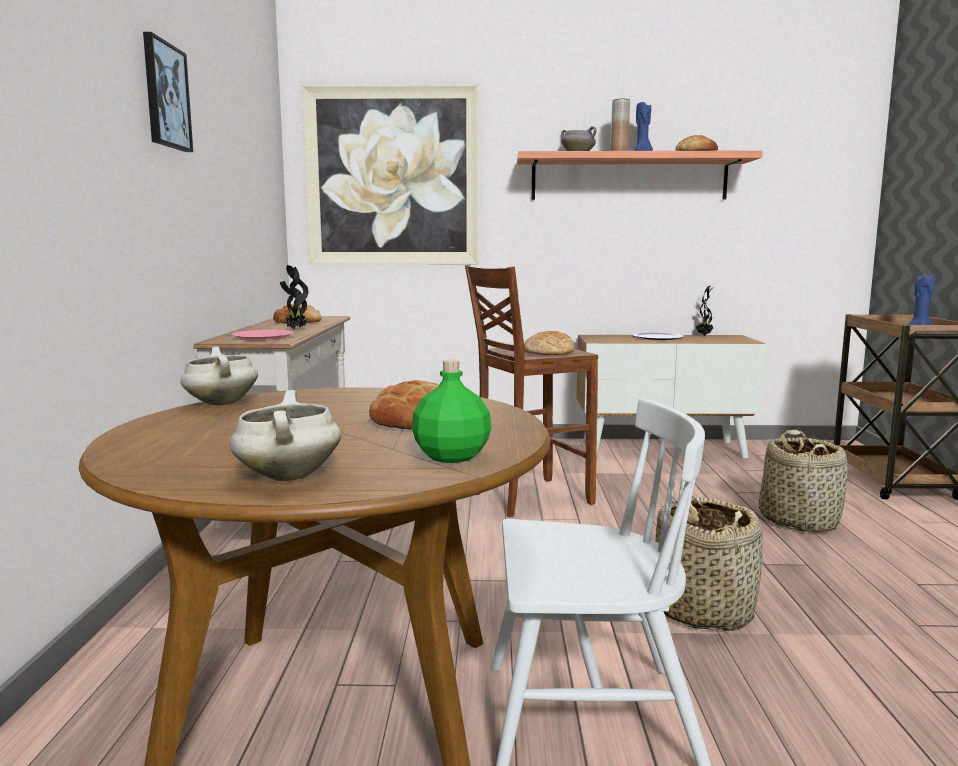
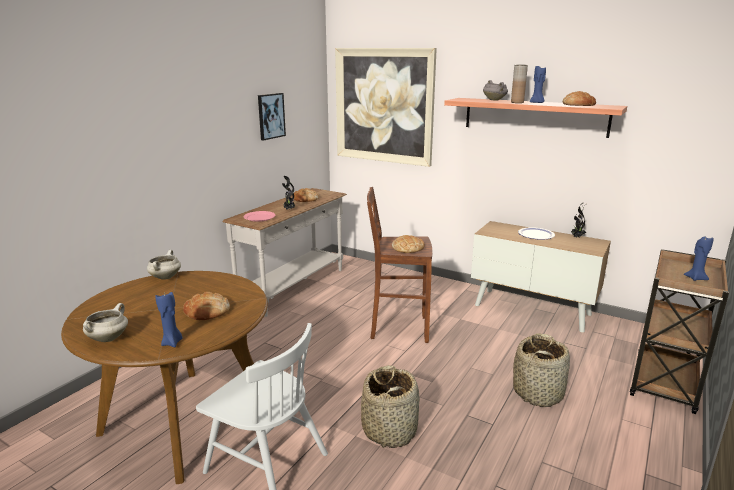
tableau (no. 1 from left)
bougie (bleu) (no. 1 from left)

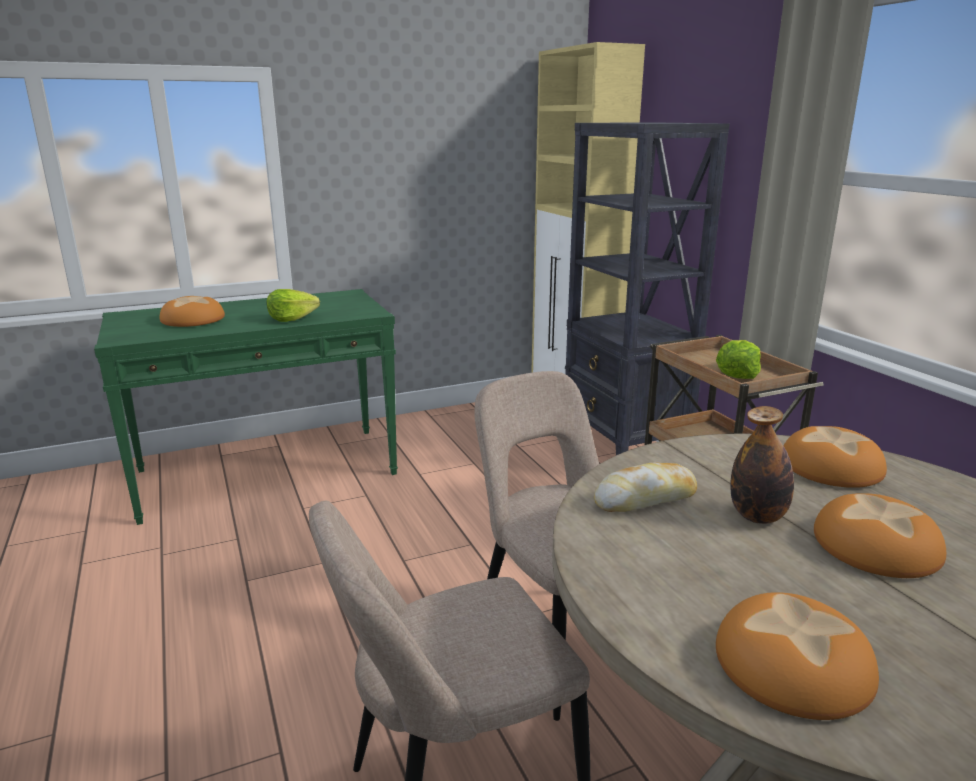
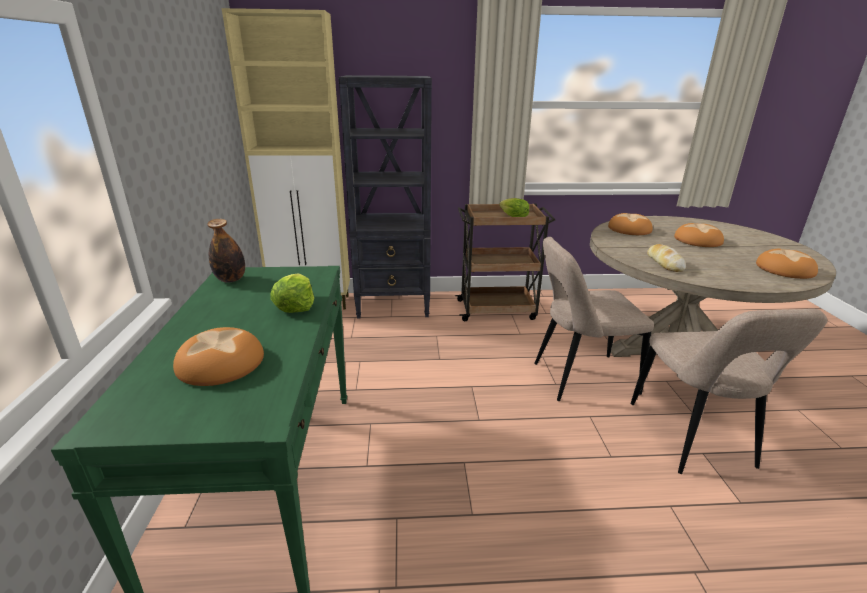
bouteille

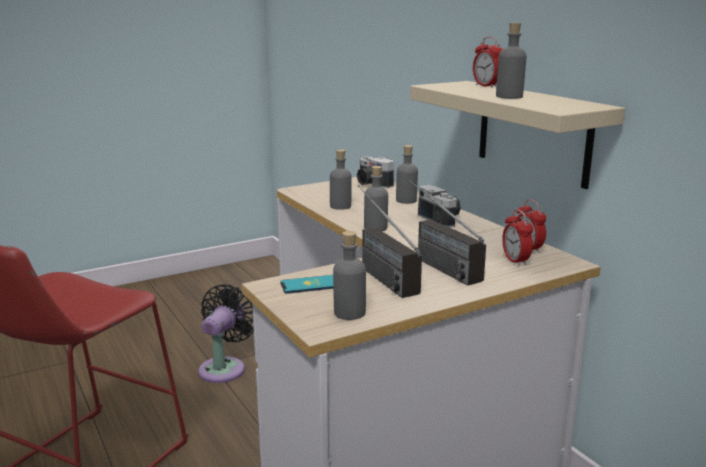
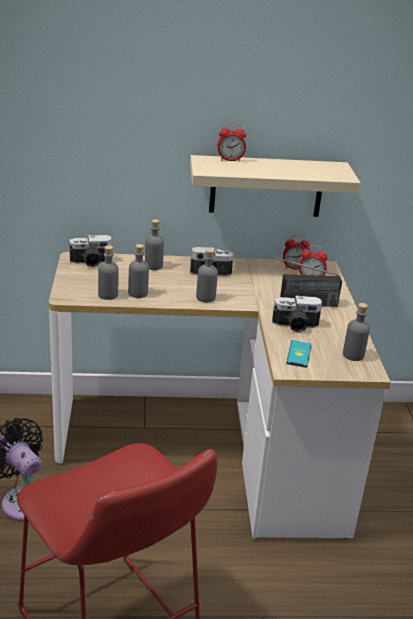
bouteille (gris) (no. 1 from left)
appareil photo (no. 3 from left)

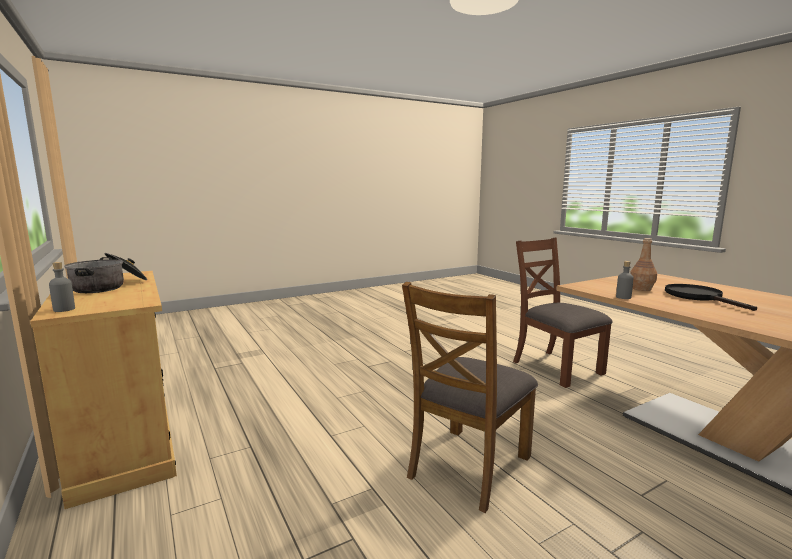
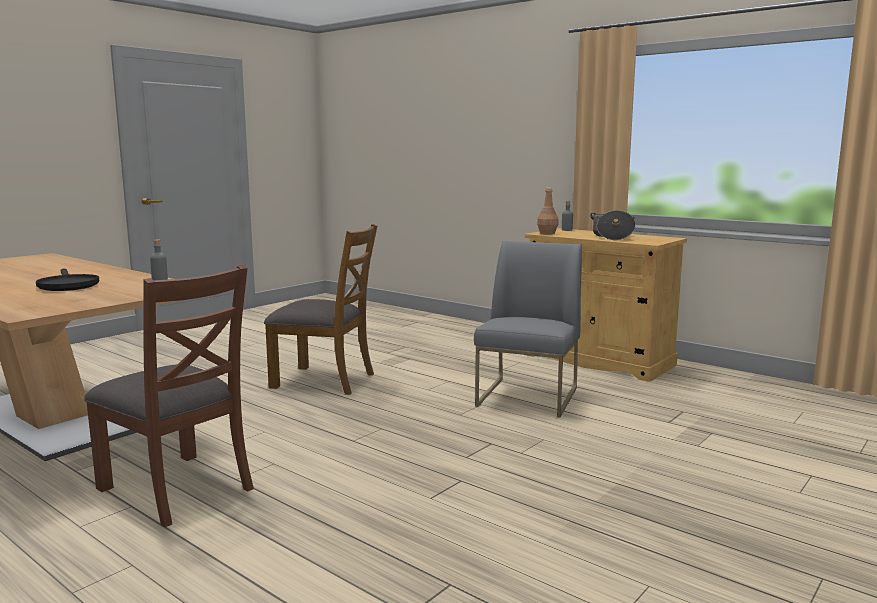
bouteille (marron)
chaise (marron) (no. 2 from left)
chaise (gris)

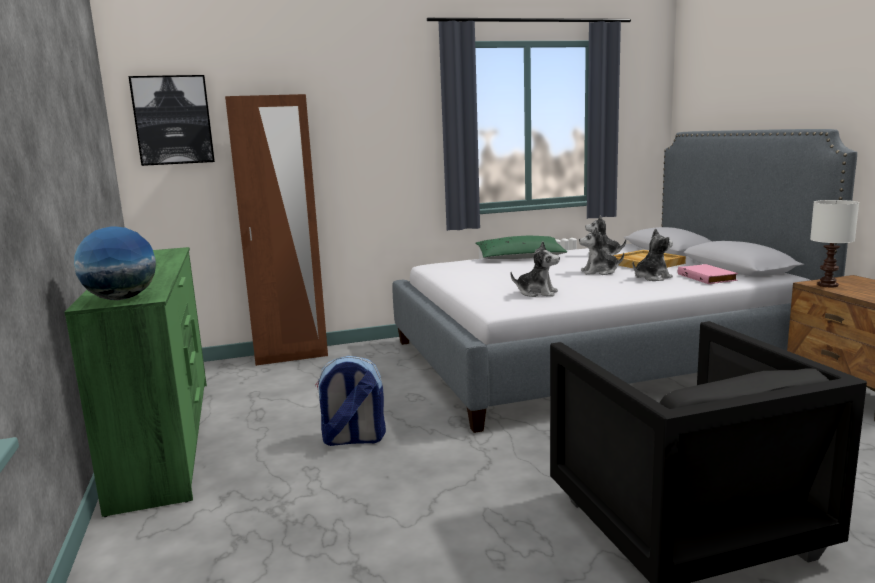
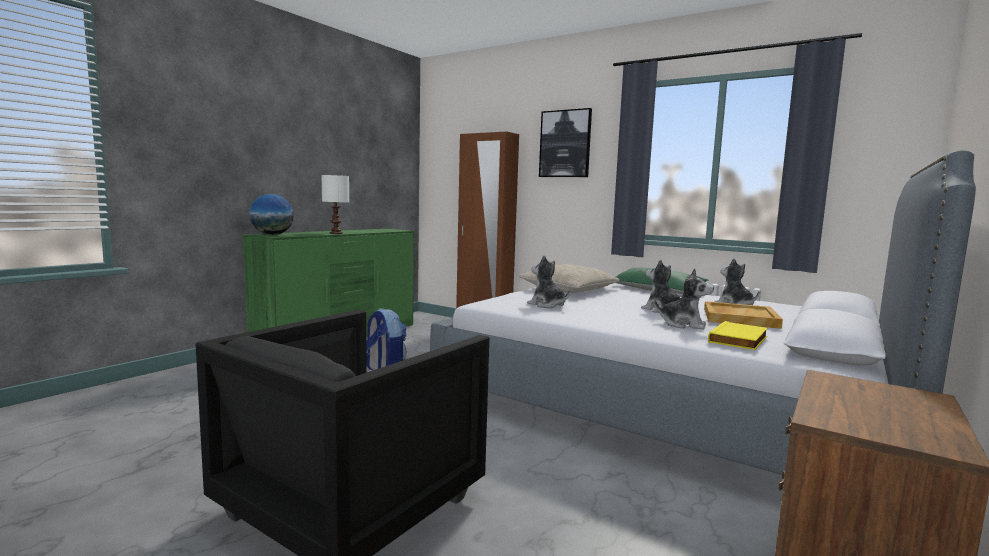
tableau
lampe de table (blanc)
peluche (no. 1 from left)
livre (jaune)
coussin (beige)

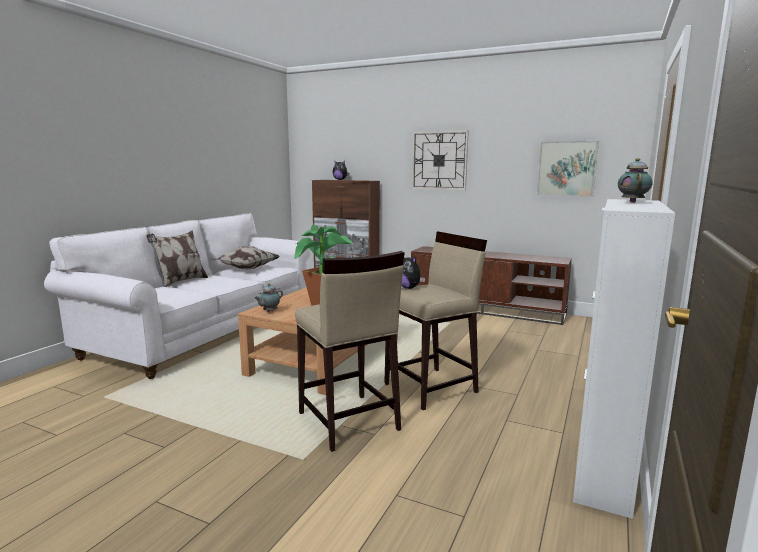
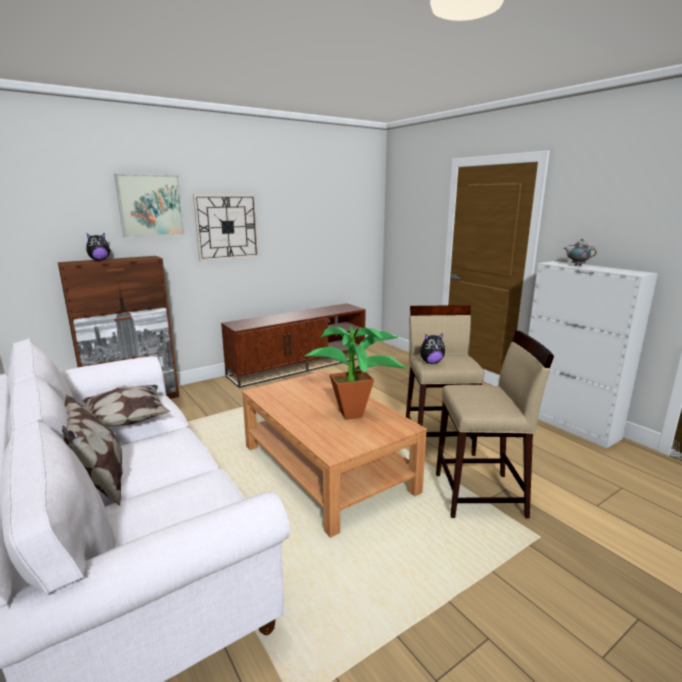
tableau
théière (no. 1 from left in the first image)

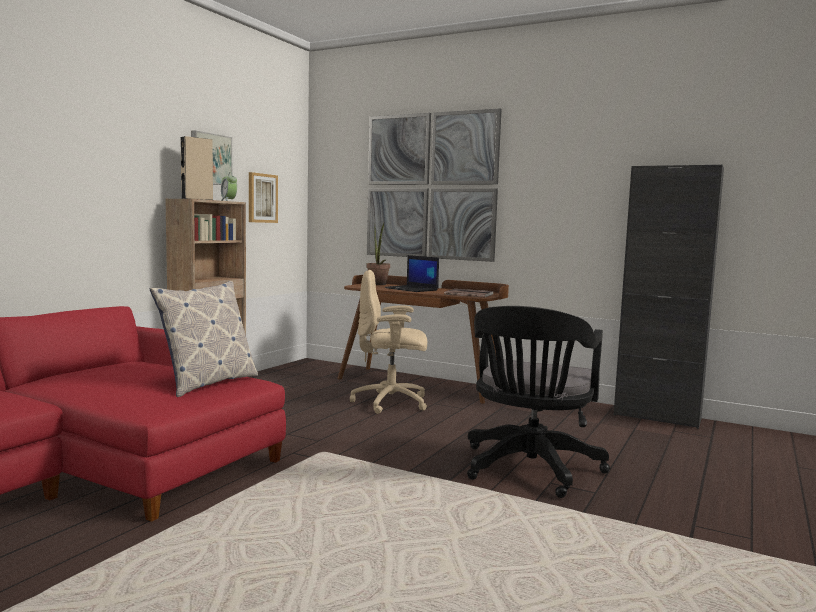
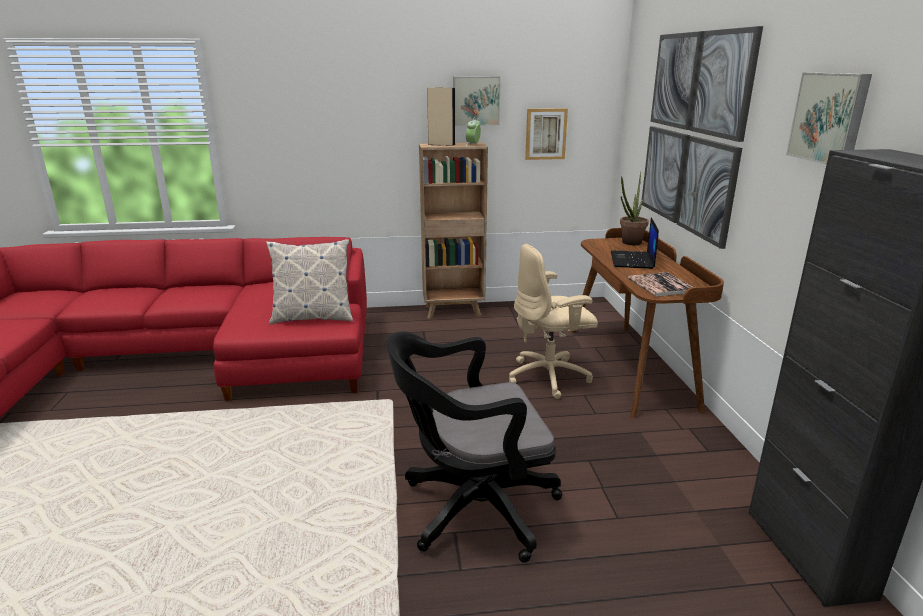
chaise de bureau (beige)
tableau (no. 4 from left)

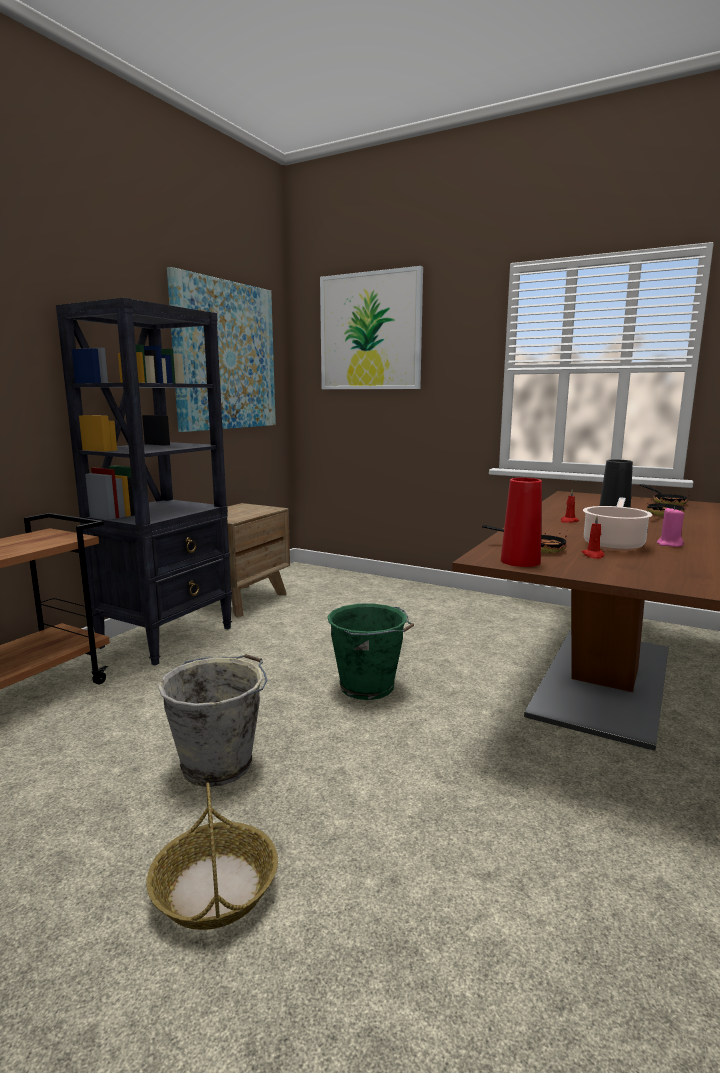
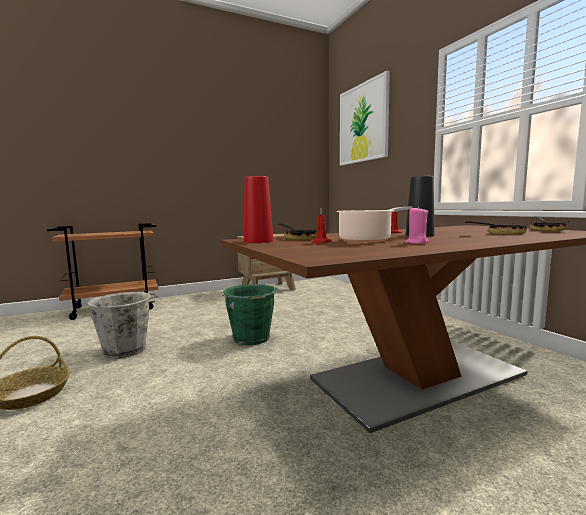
tableau (no. 1 from left in the first image)
bibliothèque (noir)

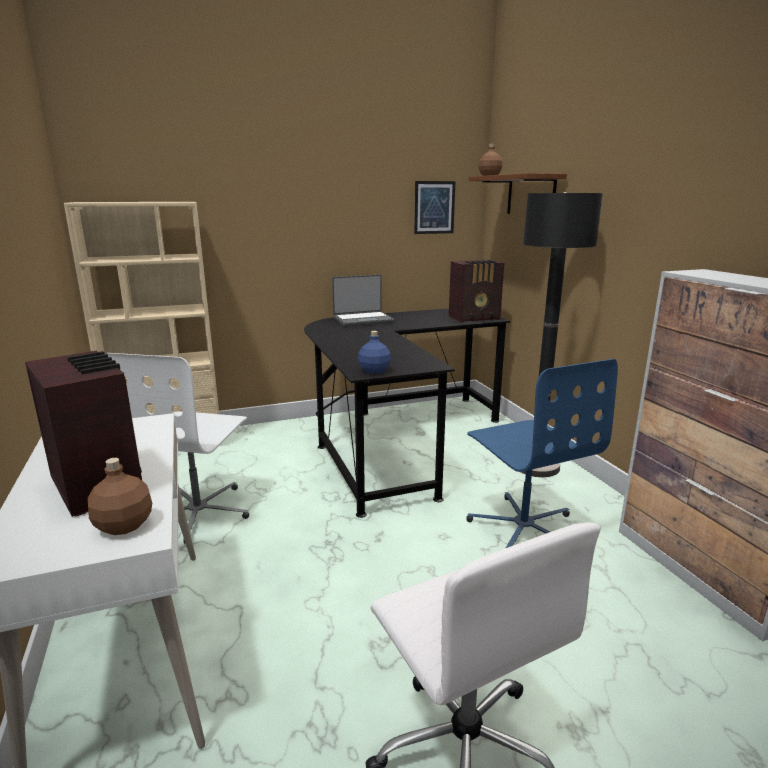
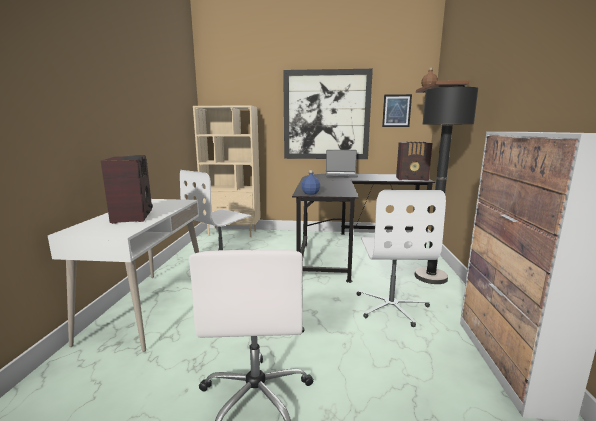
chaise de bureau (blanc) (no. 3 from left)
bouteille (marron) (no. 1 from left in the first image)
tableau (no. 1 from left)

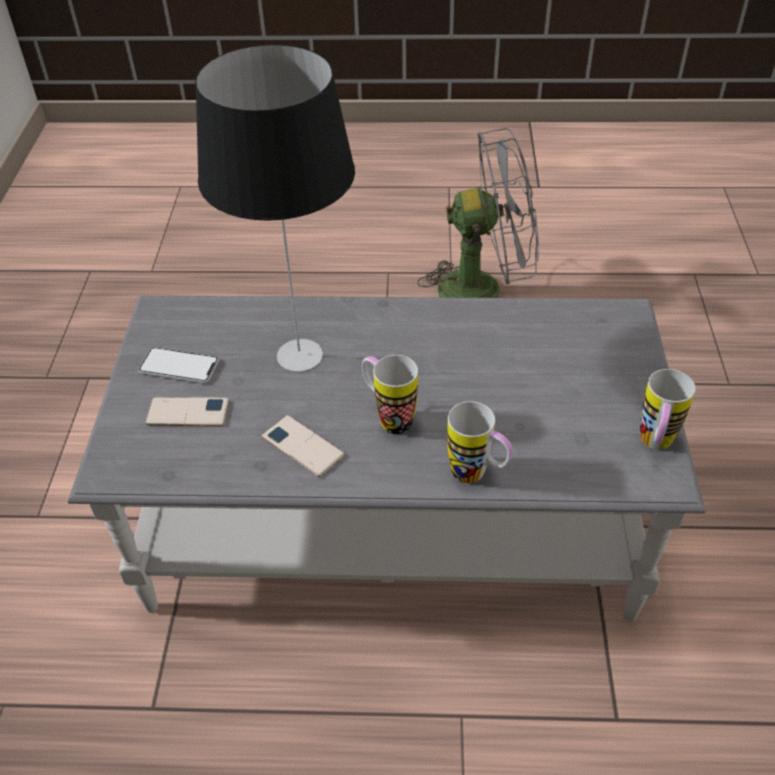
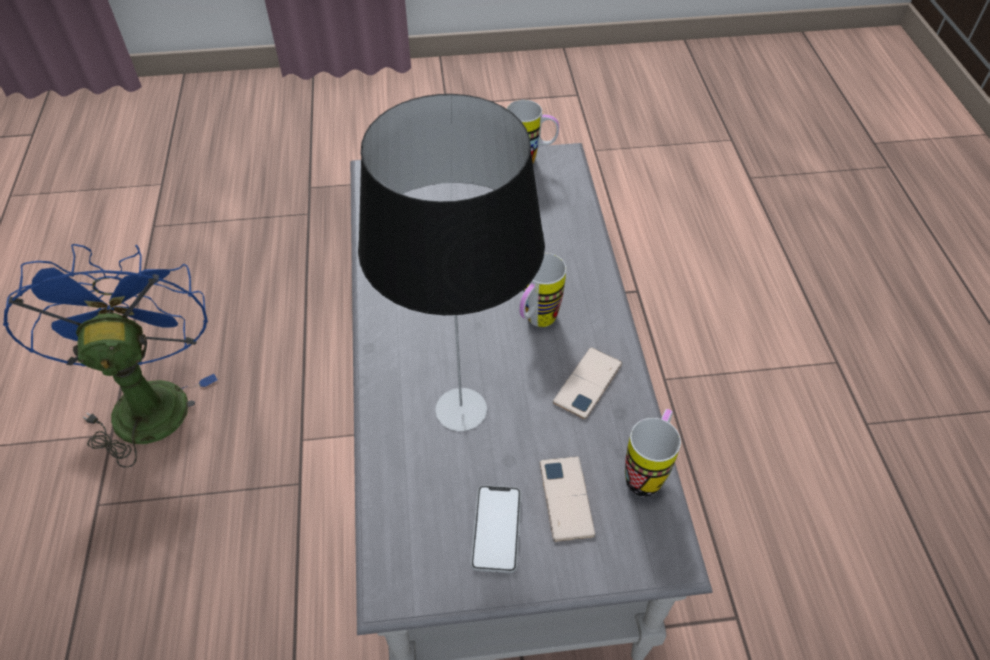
ventilateur (bleu)
mug (no. 3 from left)

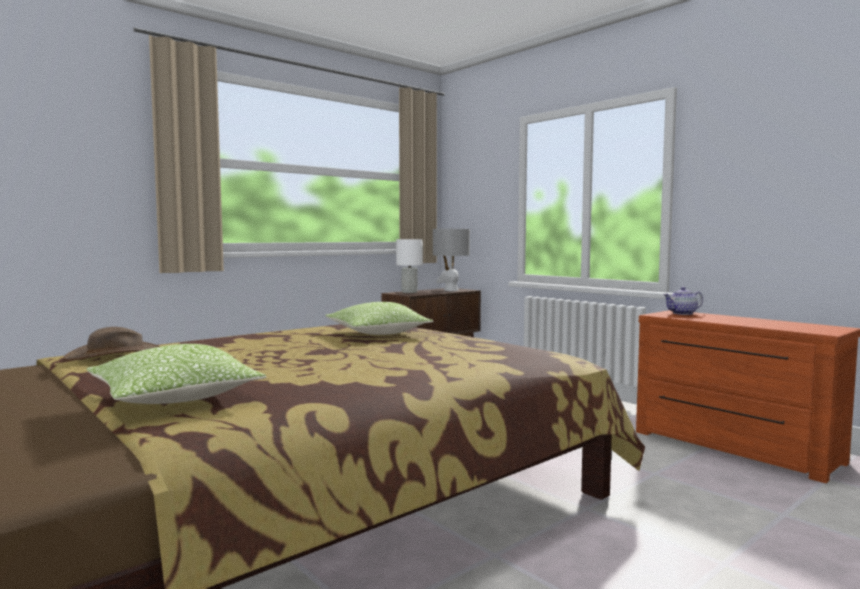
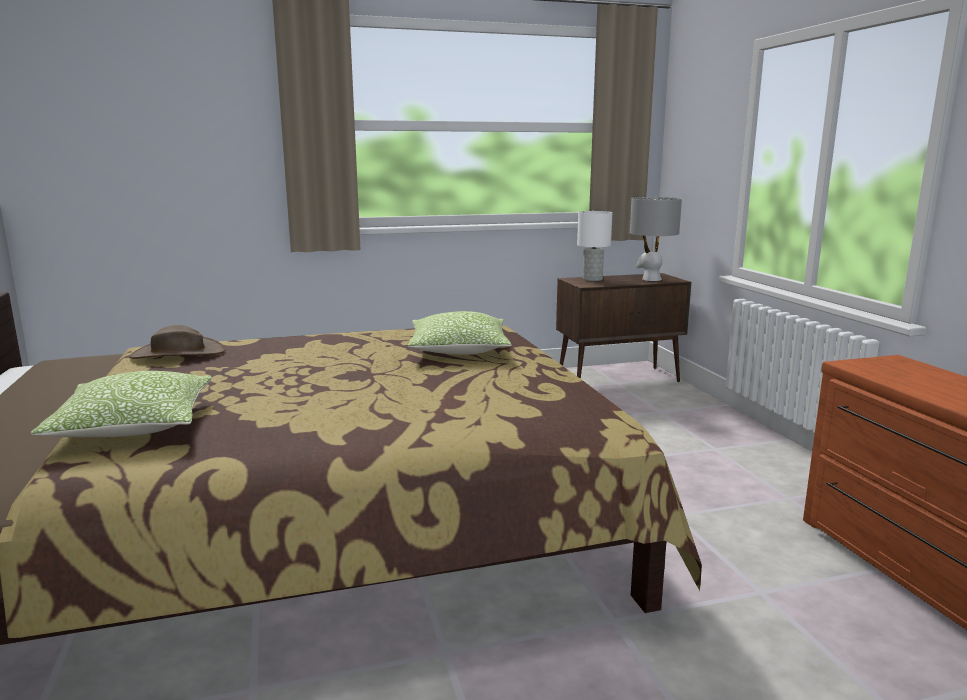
théière

